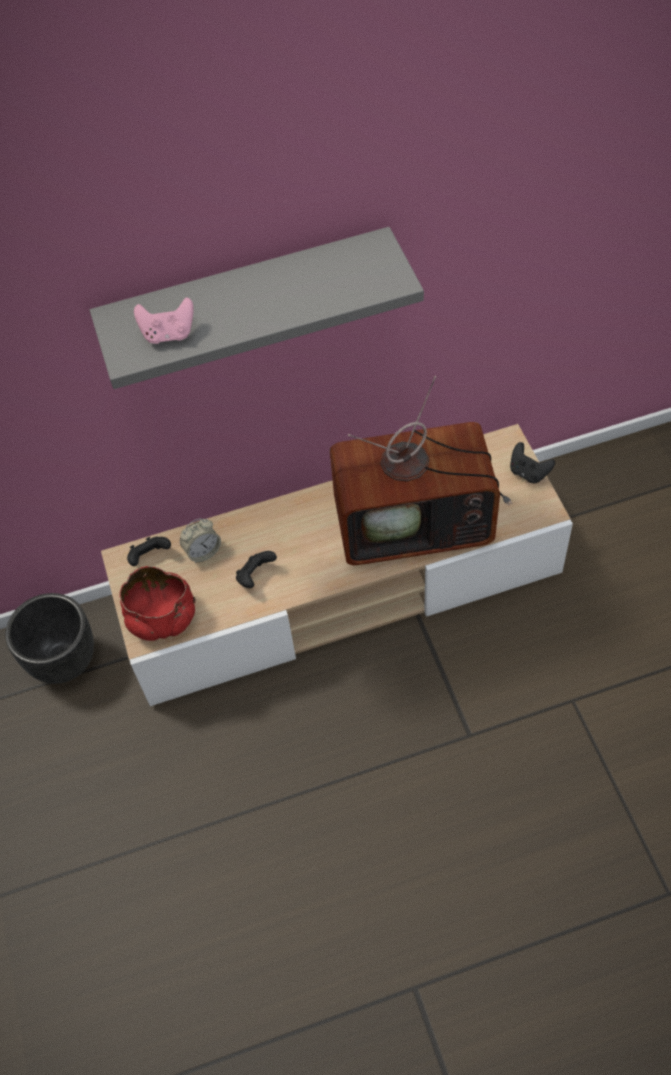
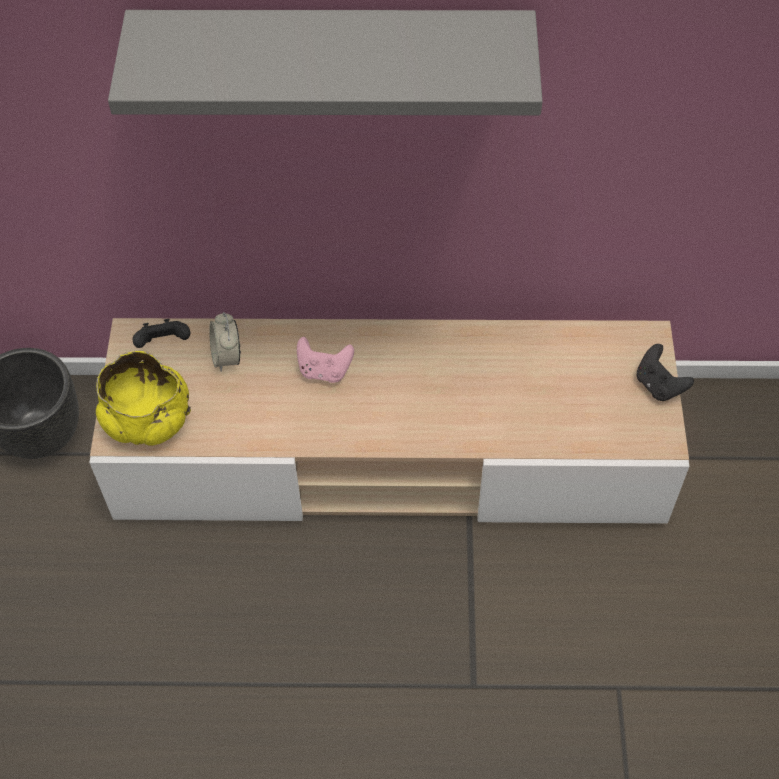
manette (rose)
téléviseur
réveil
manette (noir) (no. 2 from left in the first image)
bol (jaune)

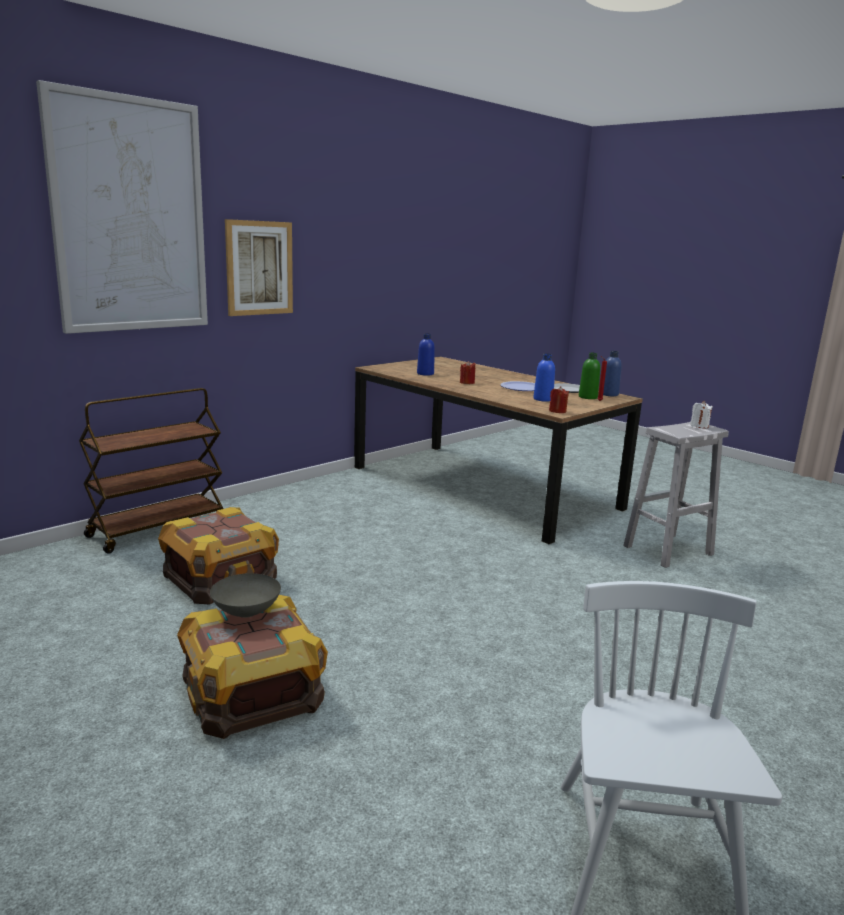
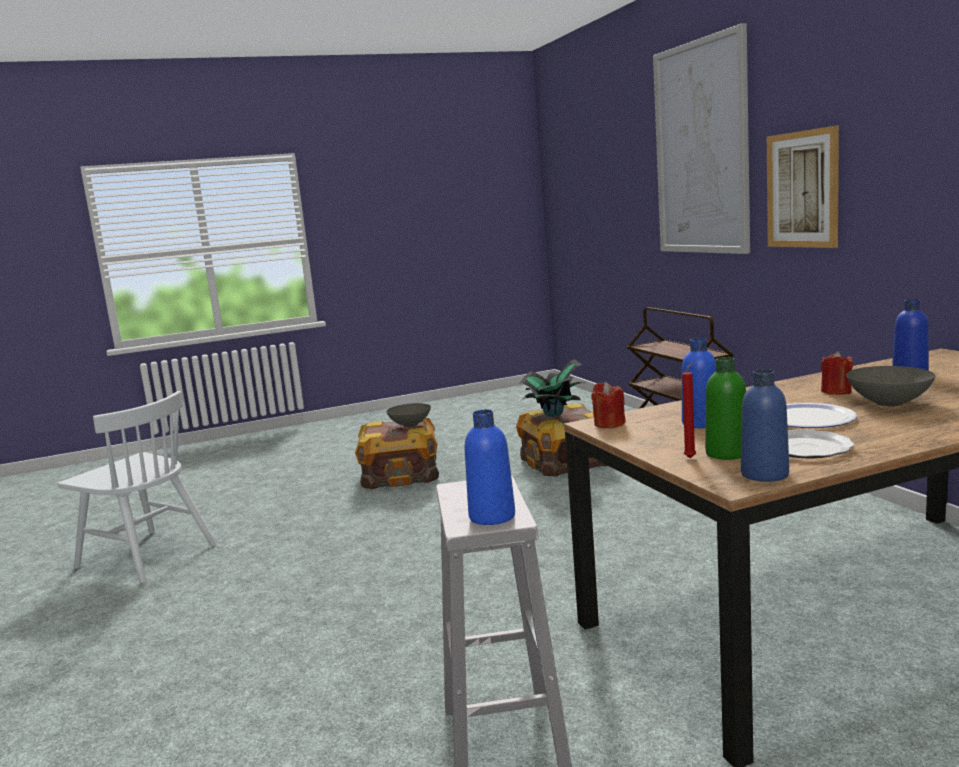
bouteille (bleu) (no. 1 from left)
plante en pot
bol (gris) (no. 2 from left)

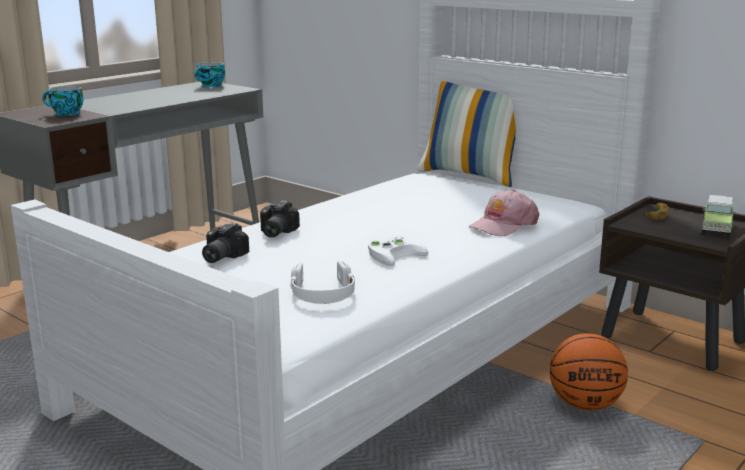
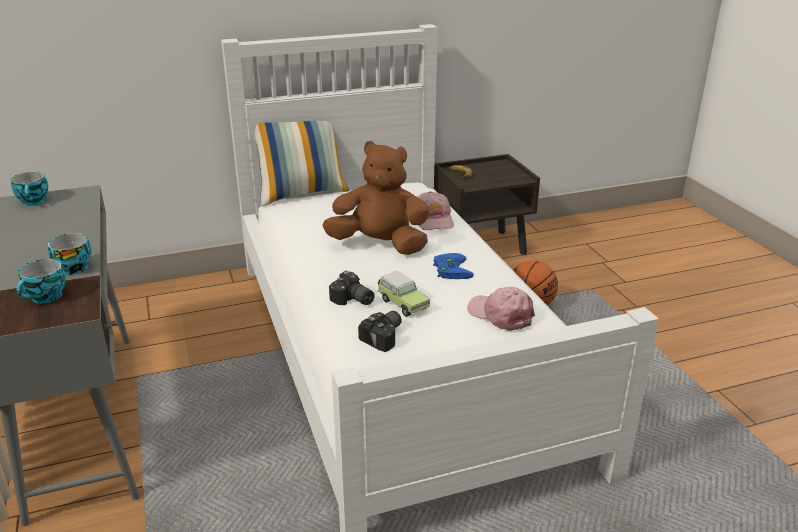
petite voiture
appareil photo (no. 2 from left)
manette (bleu)
casquette (rose) (no. 2 from left)
peluche (marron)
tasse (no. 3 from left)

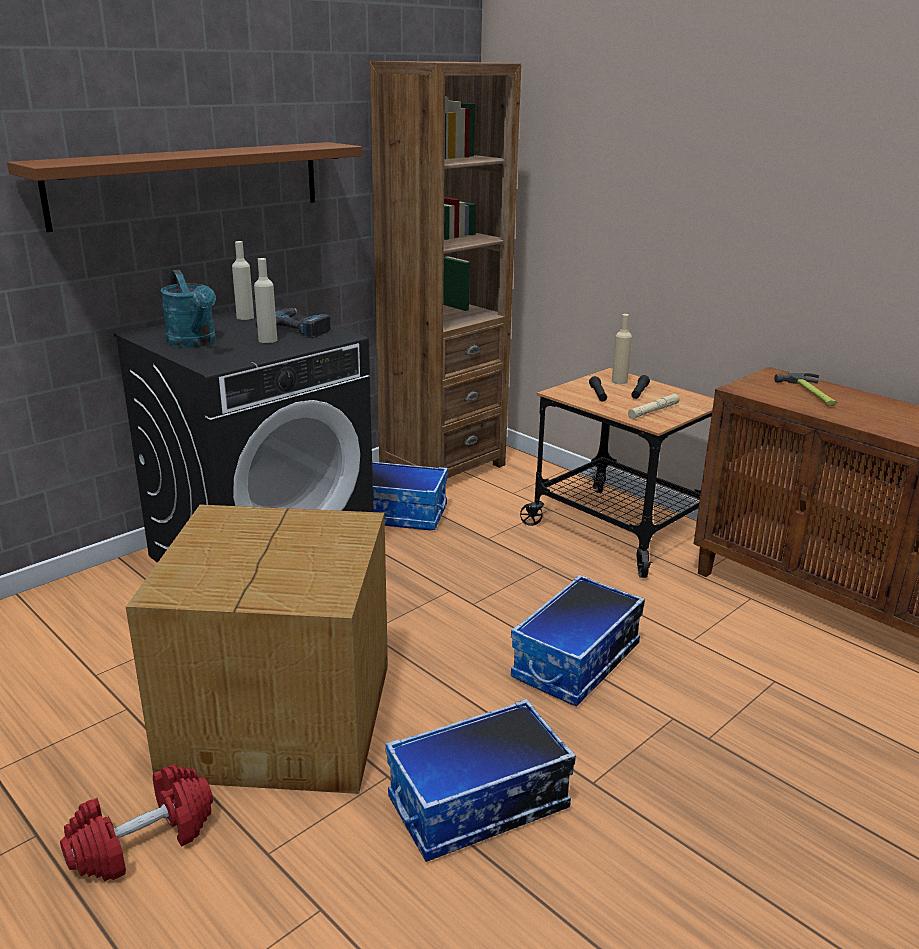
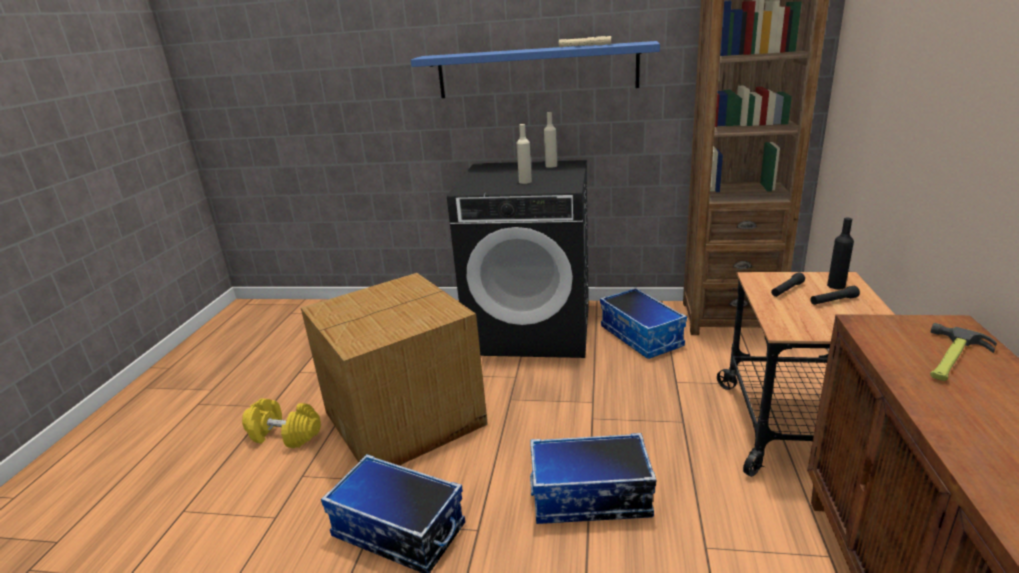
étagère (bleu)
arrosoir (turquoise)
perceuse
bouteille (noir)
lampe de poche (beige)
haltère (jaune)

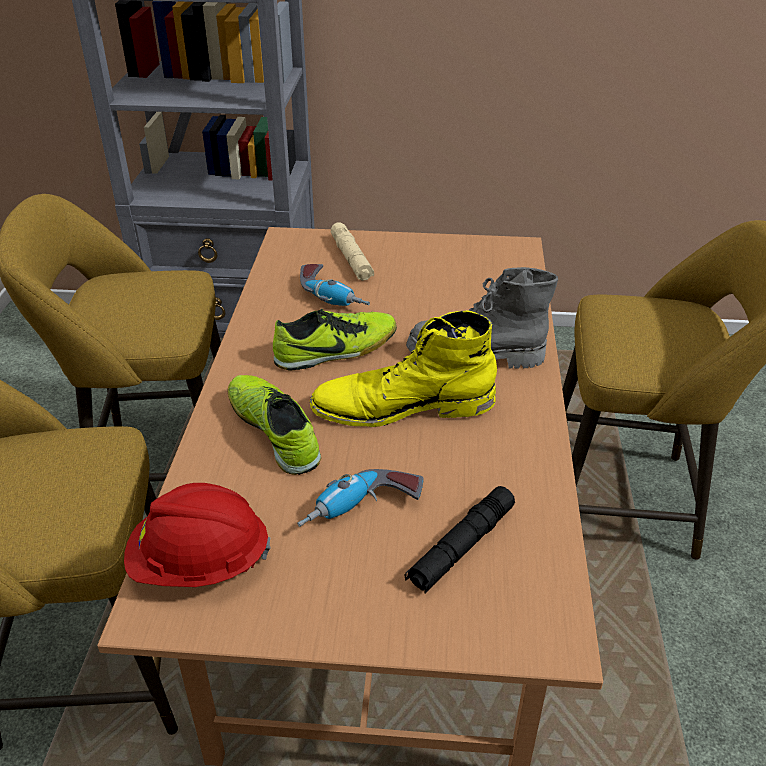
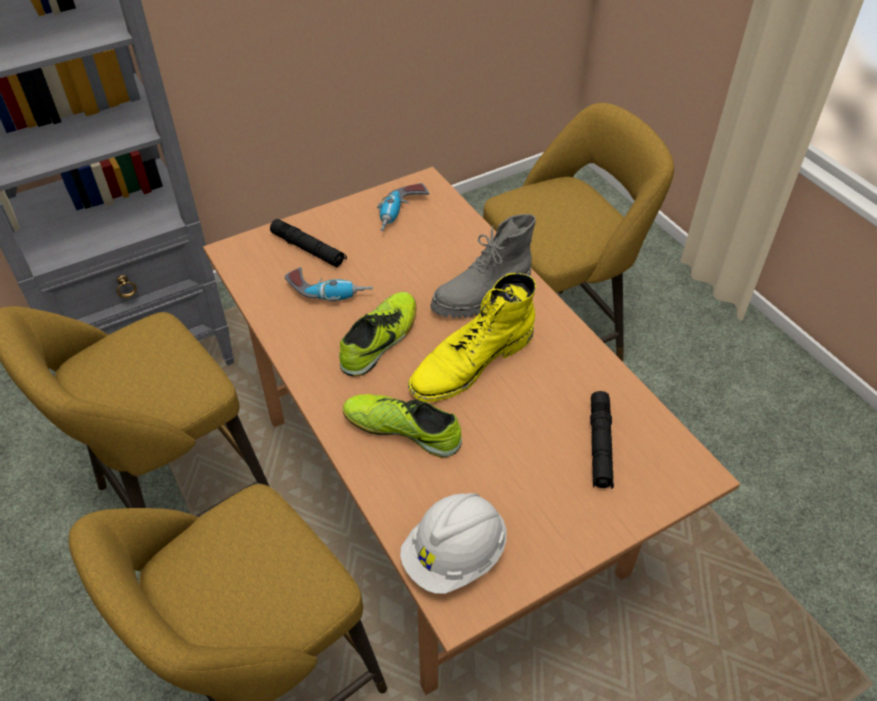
lampe de poche (noir) (no. 1 from left)
perceuse (no. 2 from left)
casque de chantier (blanc)

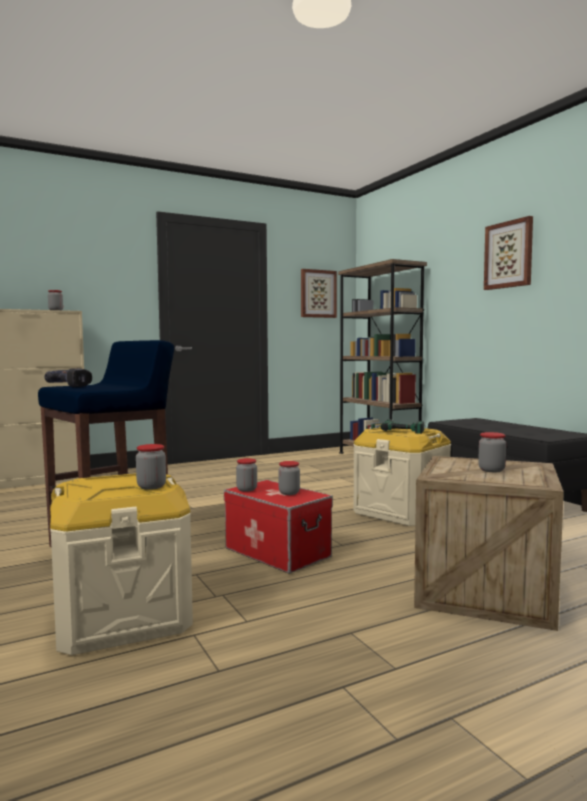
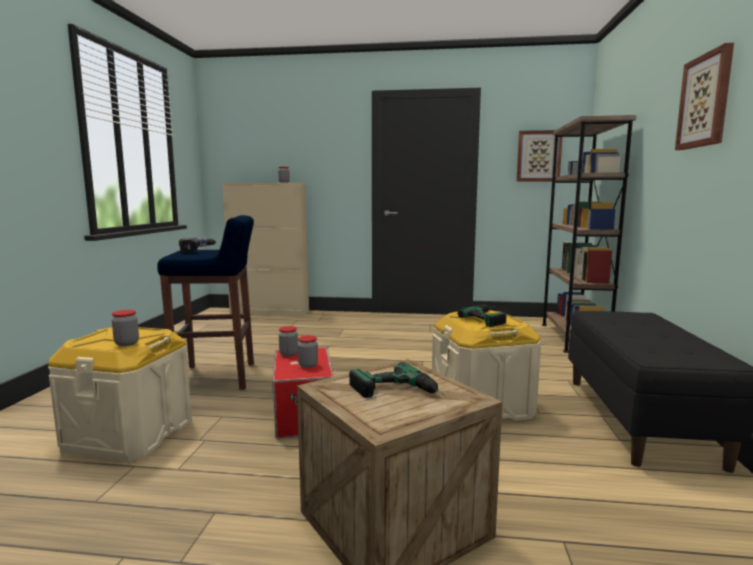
perceuse (no. 2 from left)

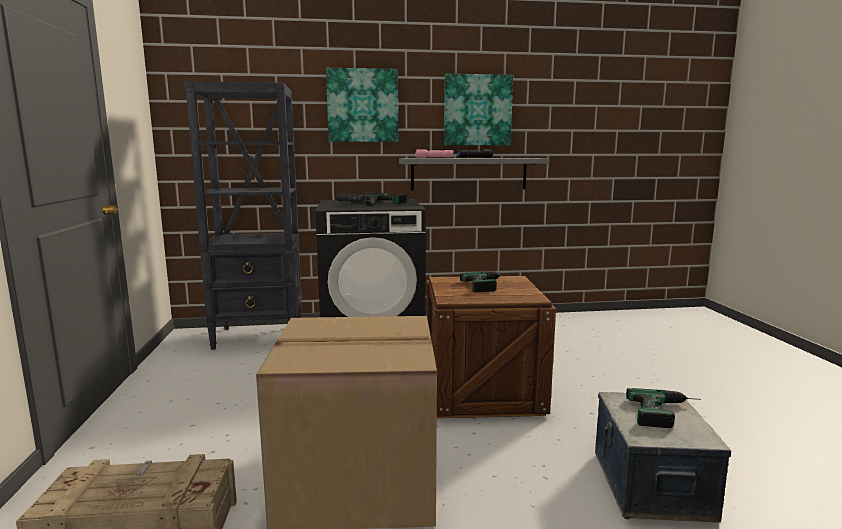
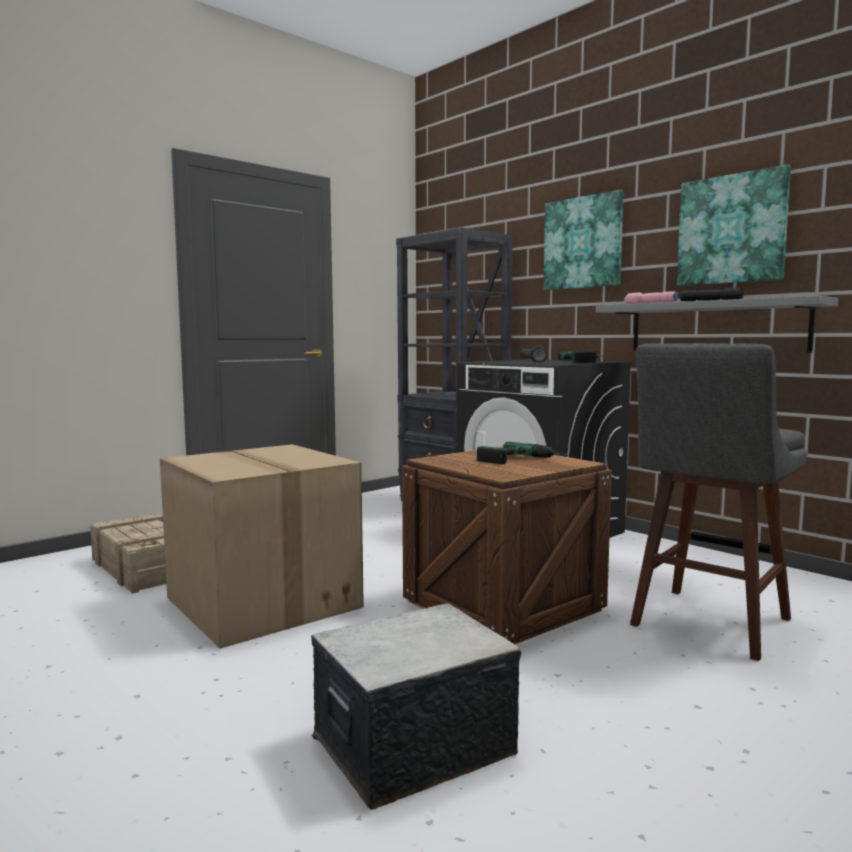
perceuse (no. 3 from left in the first image)
tabouret (gris)

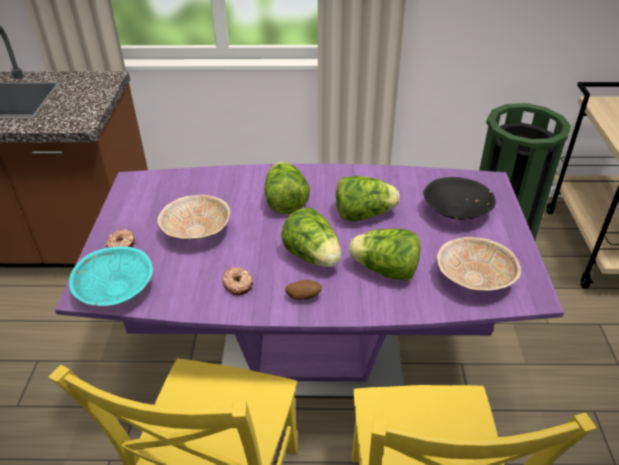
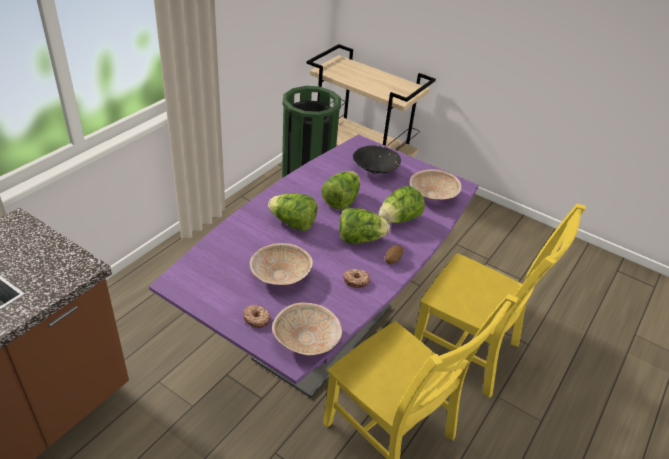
bol (beige) (no. 2 from left)

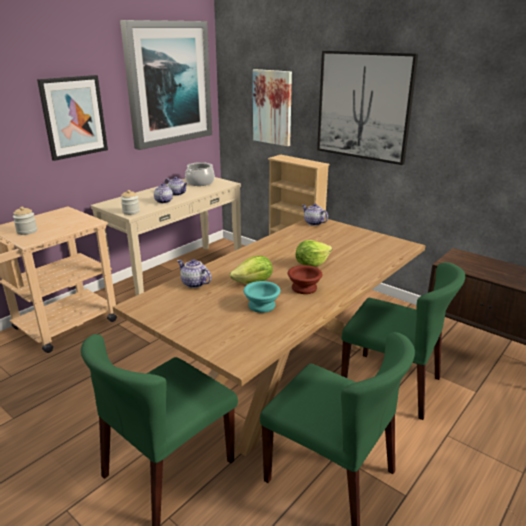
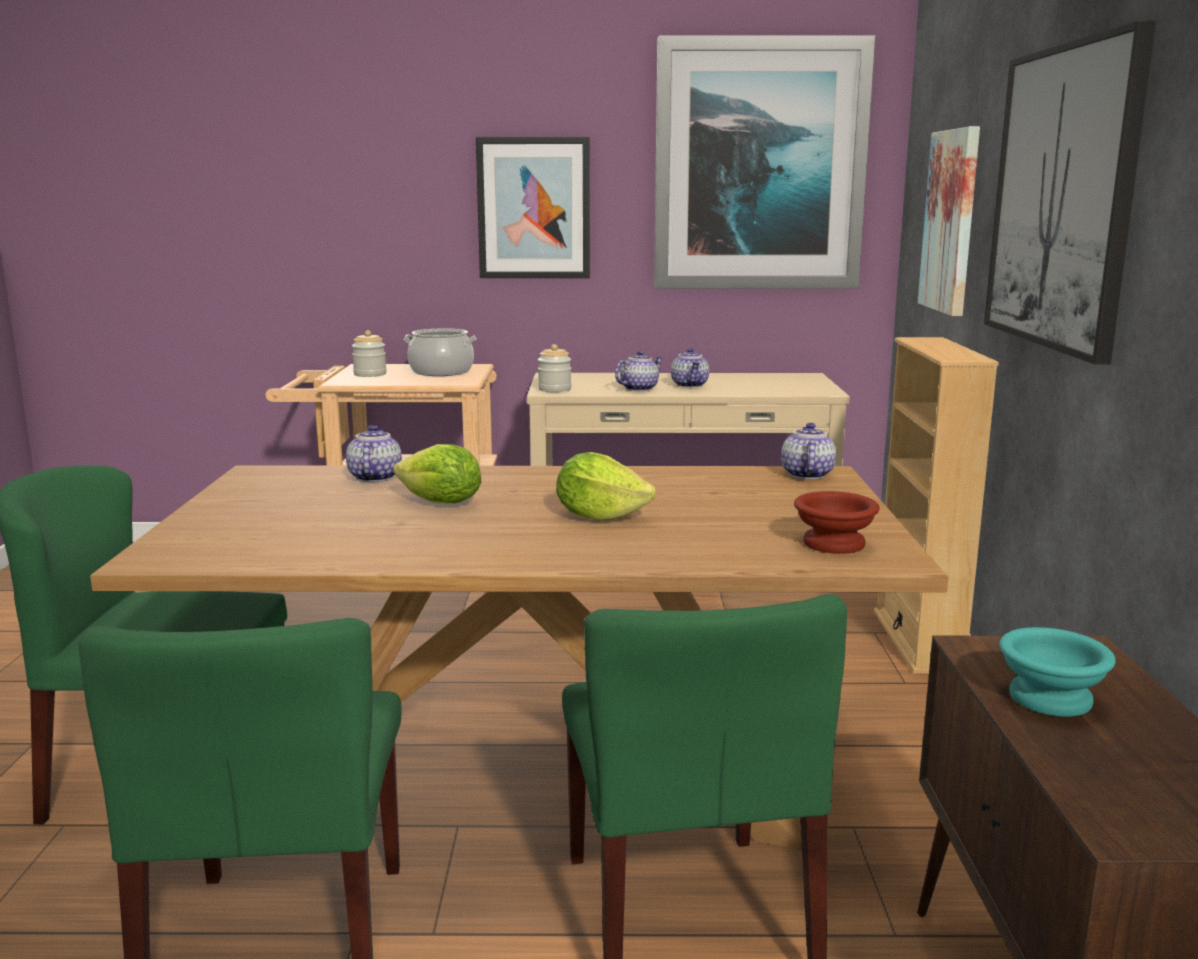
marmite
bol (marron)
bol (turquoise)

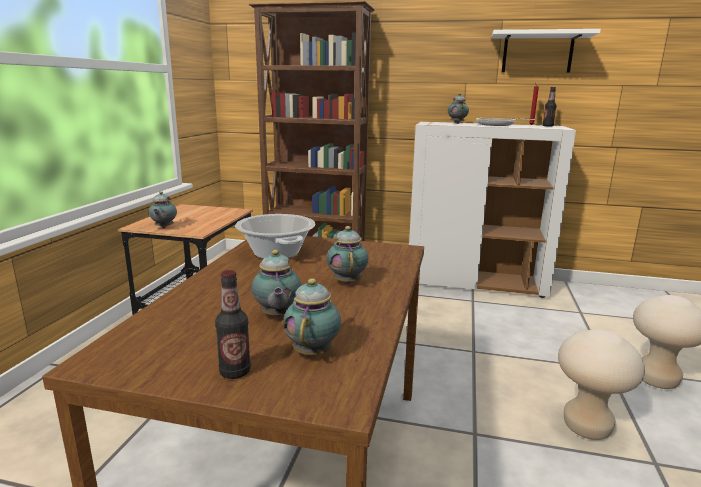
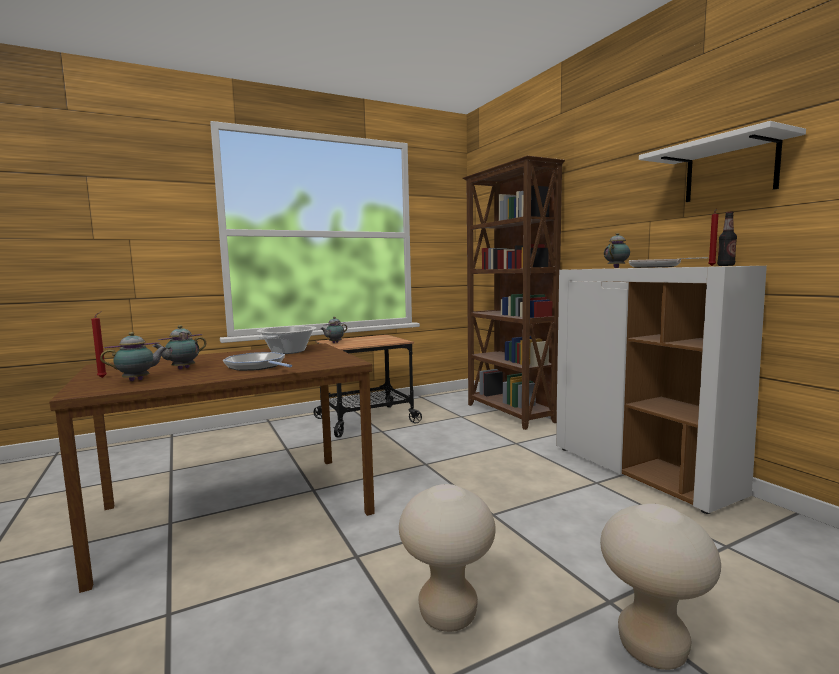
poêle (no. 1 from left)
bougie (rouge) (no. 1 from left)

